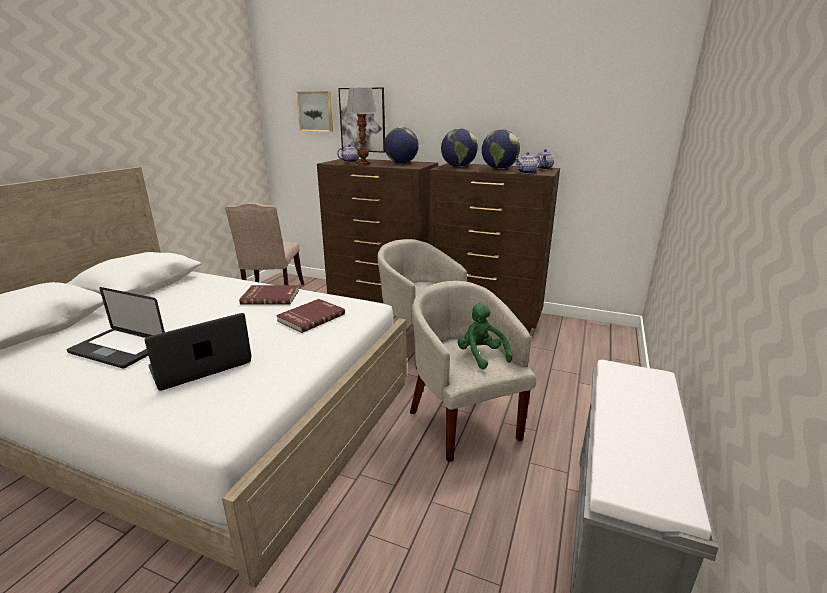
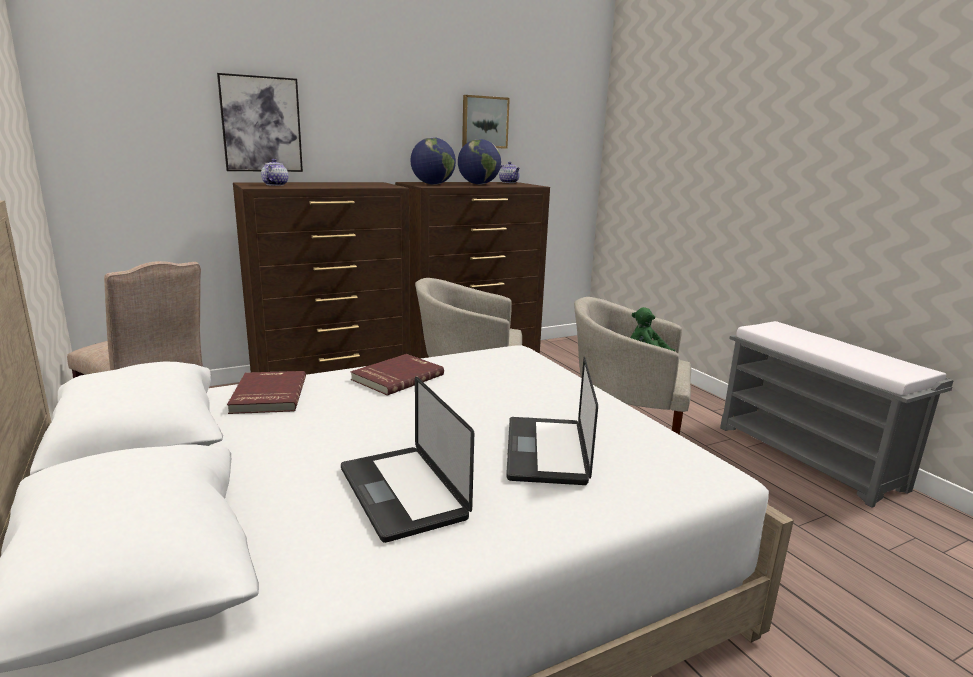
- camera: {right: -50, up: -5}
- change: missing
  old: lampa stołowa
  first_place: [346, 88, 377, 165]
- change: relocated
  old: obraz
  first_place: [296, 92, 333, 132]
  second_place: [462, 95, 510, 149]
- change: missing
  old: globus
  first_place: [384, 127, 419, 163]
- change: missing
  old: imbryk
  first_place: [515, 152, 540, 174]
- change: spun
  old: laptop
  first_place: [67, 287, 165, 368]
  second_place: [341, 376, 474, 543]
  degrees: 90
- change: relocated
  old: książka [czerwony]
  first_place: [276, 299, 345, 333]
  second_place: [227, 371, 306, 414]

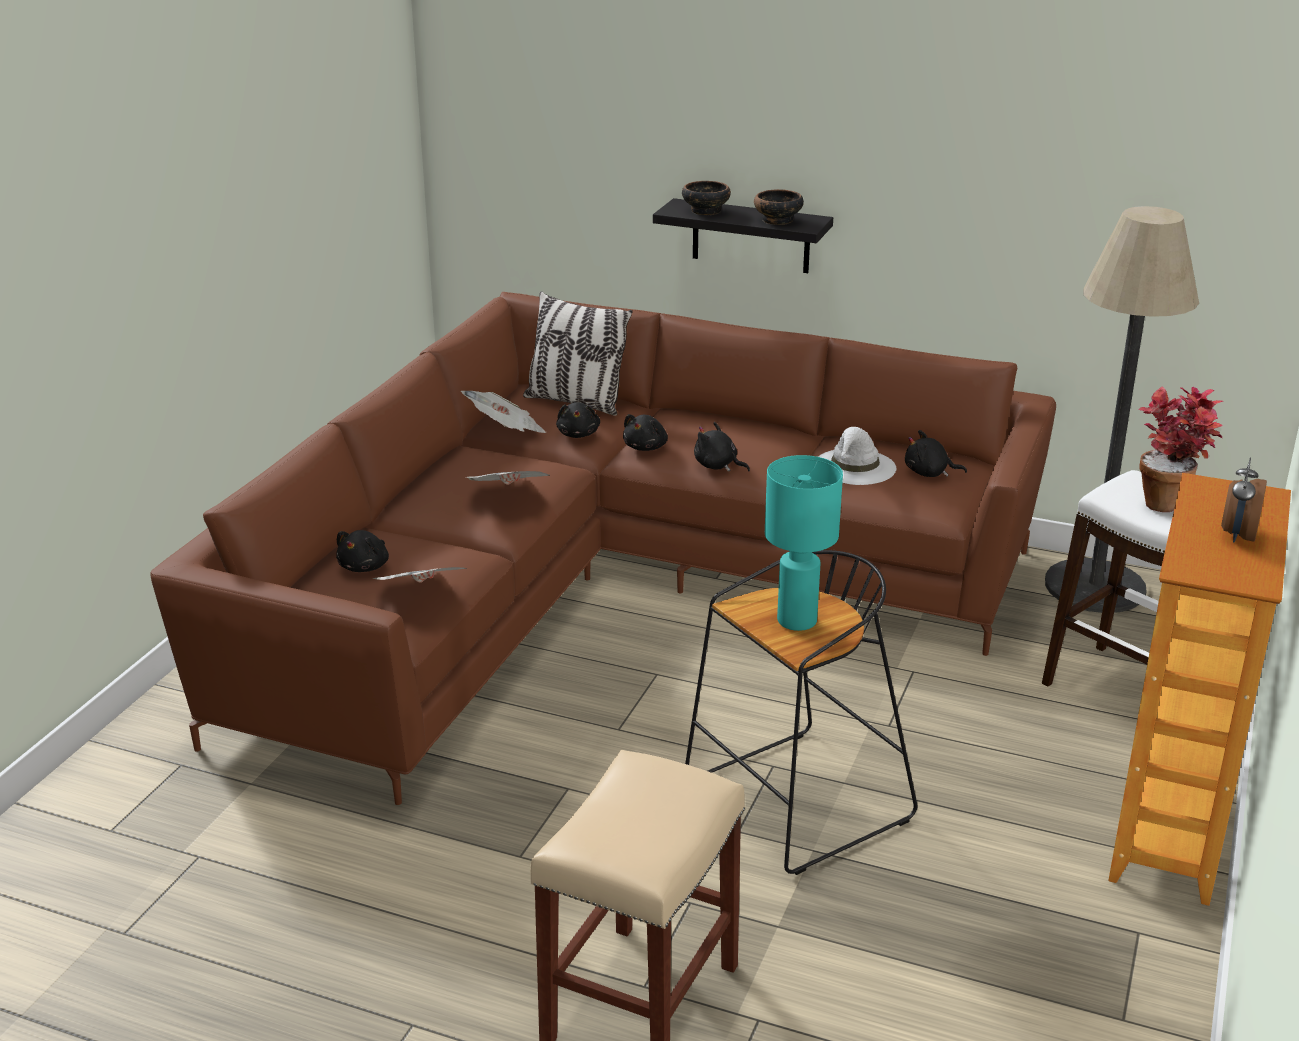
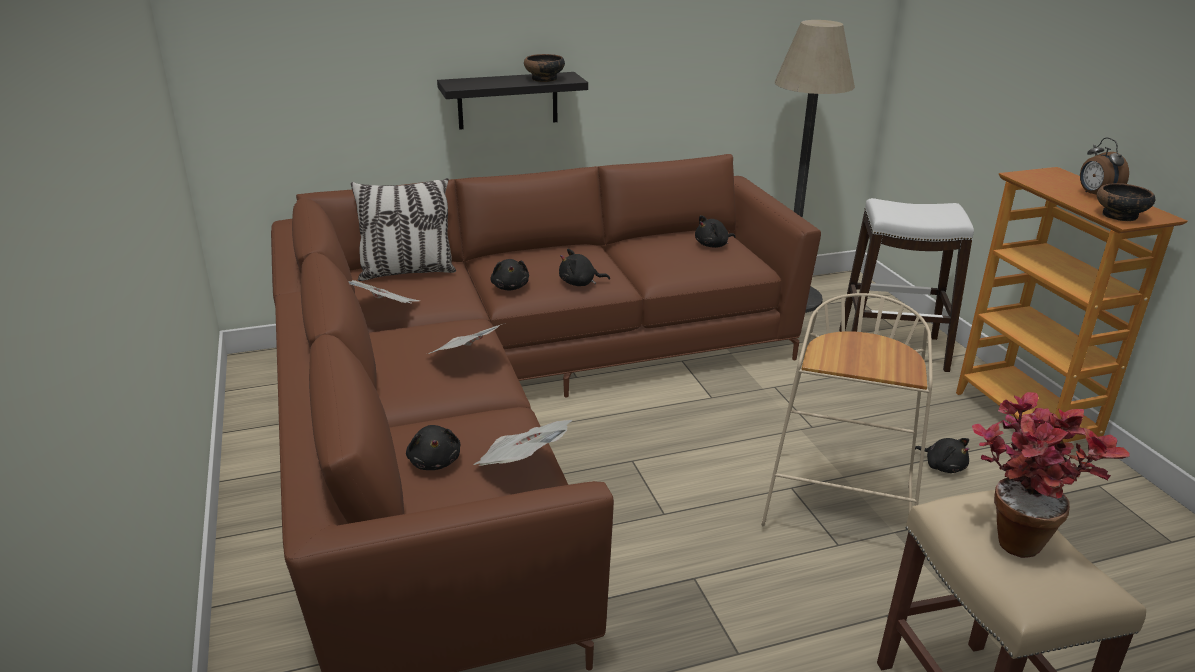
- camera: {right: -40, up: 0}
- change: relocated
  old: miska
  first_place: [682, 181, 731, 215]
  second_place: [1097, 183, 1155, 221]
- change: relocated
  old: roślina doniczkowa
  first_place: [1138, 386, 1223, 512]
  second_place: [972, 392, 1130, 558]
- change: relocated
  old: pluszak [czarny]
  first_place: [556, 402, 600, 438]
  second_place: [915, 438, 969, 473]
- change: missing
  old: kapelusz [biały]
  first_place: [818, 427, 896, 485]
- change: missing
  old: lampa stołowa [turkusowy]
  first_place: [765, 455, 843, 631]
- change: colour
  old: stołek [czarny]
  new: stołek [beżowy]
  first_place: [685, 550, 918, 875]
  second_place: [761, 293, 933, 527]

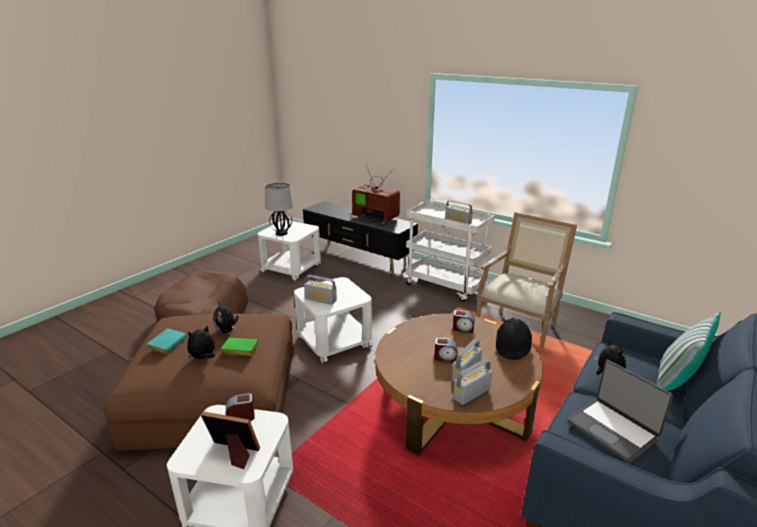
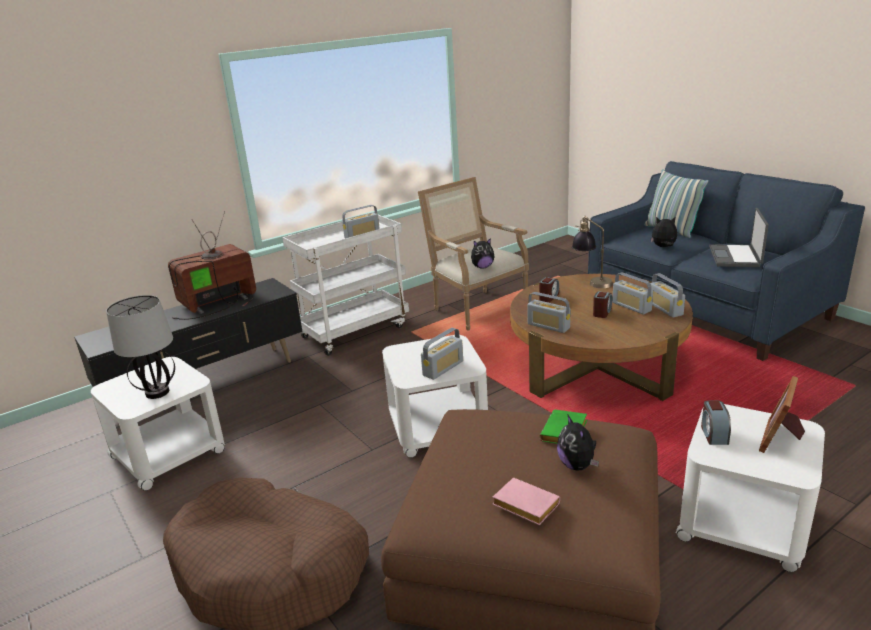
- camera: {right: -70, up: 0}
- change: relocated
  old: pluszak
  first_place: [213, 302, 238, 333]
  second_place: [471, 238, 494, 269]
- change: exchanged
  old: kapelusz [czarny]
  new: lampa stołowa
  first_place: [496, 318, 532, 361]
  second_place: [572, 216, 613, 288]
- change: colour
  old: książka [turkusowy]
  new: książka [różowy]
  first_place: [146, 328, 187, 354]
  second_place: [492, 478, 560, 525]
- change: spun
  old: laptop
  first_place: [567, 359, 673, 463]
  second_place: [709, 208, 769, 267]
  degrees: 120
- change: appeared
  new: radio
  second_place: [527, 292, 571, 333]

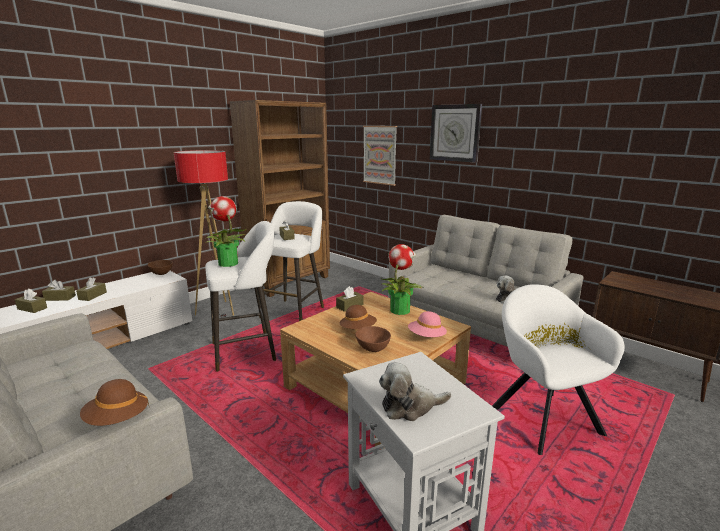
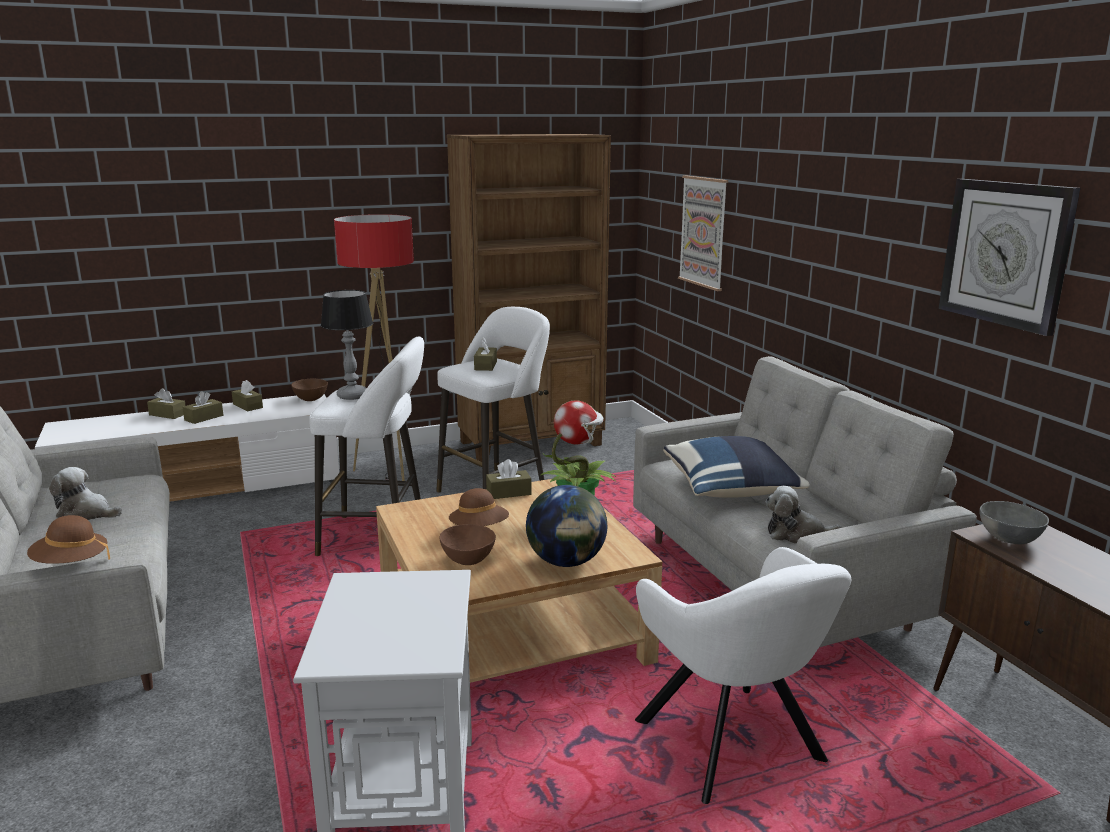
- camera: {right: 25, up: 0}
- change: relocated
  old: zegar ścienny
  first_place: [430, 104, 482, 163]
  second_place: [938, 179, 1080, 336]
- change: exchanged
  old: roślina doniczkowa
  new: lampa stołowa
  first_place: [205, 196, 246, 267]
  second_place: [321, 290, 373, 400]
- change: spun
  old: fotel [biały]
  first_place: [492, 284, 625, 455]
  second_place: [635, 547, 851, 804]
  degrees: 150
- change: relocated
  old: pudełko chusteczek [brązowy]
  first_place: [15, 289, 47, 313]
  second_place: [232, 380, 263, 411]
- change: exchanged
  old: kapelusz [różowy]
  new: globus
  first_place: [408, 311, 447, 337]
  second_place: [526, 485, 607, 567]
- change: relocated
  old: pluszak
  first_place: [379, 362, 451, 421]
  second_place: [49, 467, 122, 520]
- change: appeared
  new: poduszka [niebieski]
  second_place: [663, 436, 810, 498]
- change: appeared
  new: miska [szary]
  second_place: [980, 501, 1049, 544]

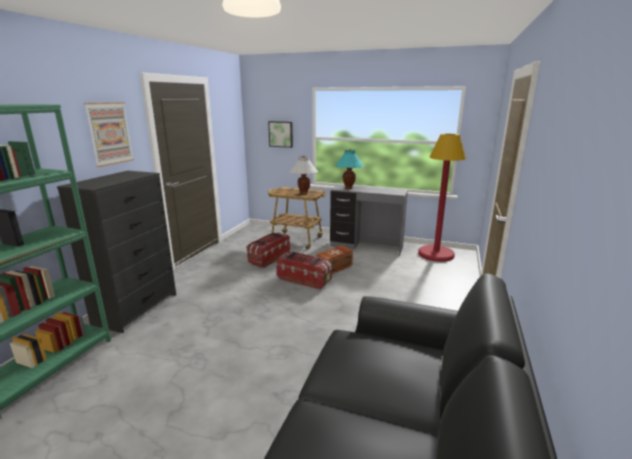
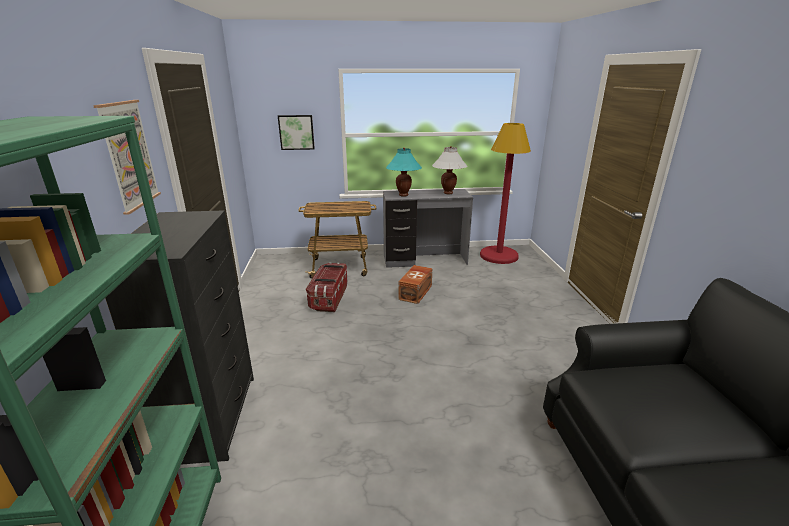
- camera: {right: -25, up: 5}
- change: relocated
  old: lampa stołowa [biały]
  first_place: [290, 156, 318, 195]
  second_place: [432, 146, 467, 194]
- change: missing
  old: pojemnik do przechowywania
  first_place: [276, 252, 332, 290]

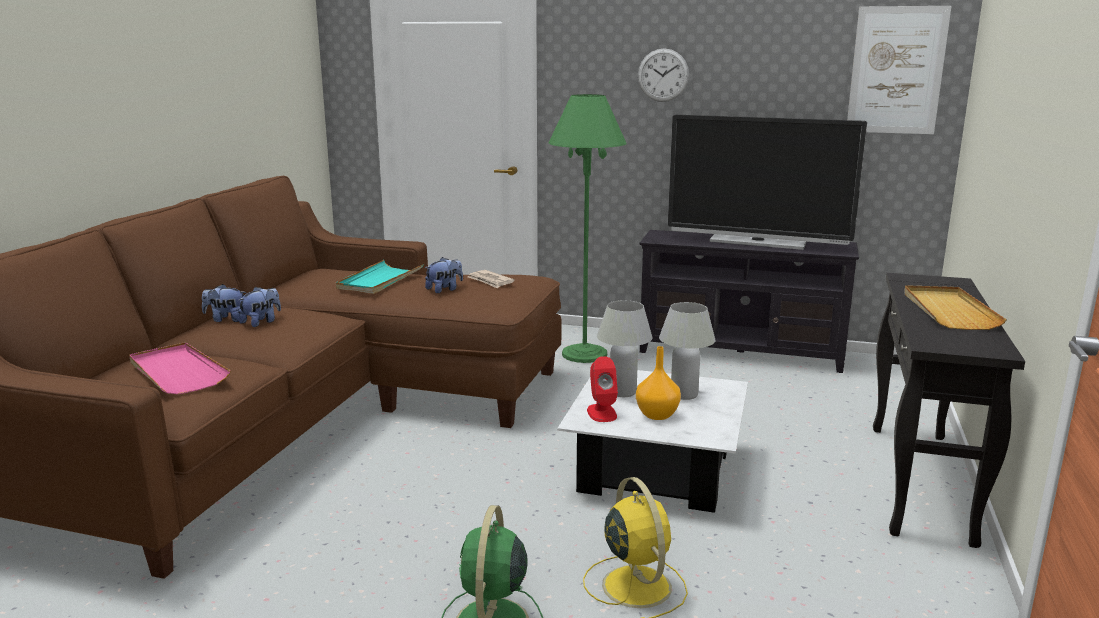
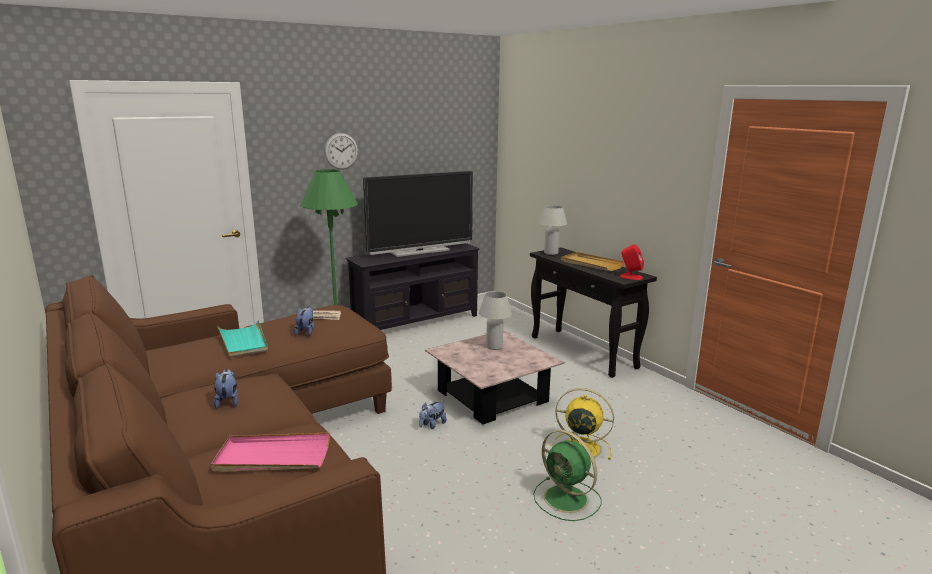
- camera: {right: -50, up: 0}
- change: missing
  old: obraz
  first_place: [847, 6, 951, 134]
- change: relocated
  old: pluszak
  first_place: [202, 284, 247, 322]
  second_place: [419, 401, 446, 429]
- change: relocated
  old: lampa stołowa [biały]
  first_place: [597, 300, 652, 397]
  second_place: [539, 205, 567, 255]
- change: missing
  old: wazon [pomarańczowy]
  first_place: [636, 346, 681, 420]
- change: relocated
  old: głośnik [czerwony]
  first_place: [587, 356, 618, 422]
  second_place: [620, 244, 644, 280]
- change: colour
  old: ława [biały]
  new: ława [różowy]
  first_place: [557, 370, 748, 513]
  second_place: [425, 330, 565, 424]

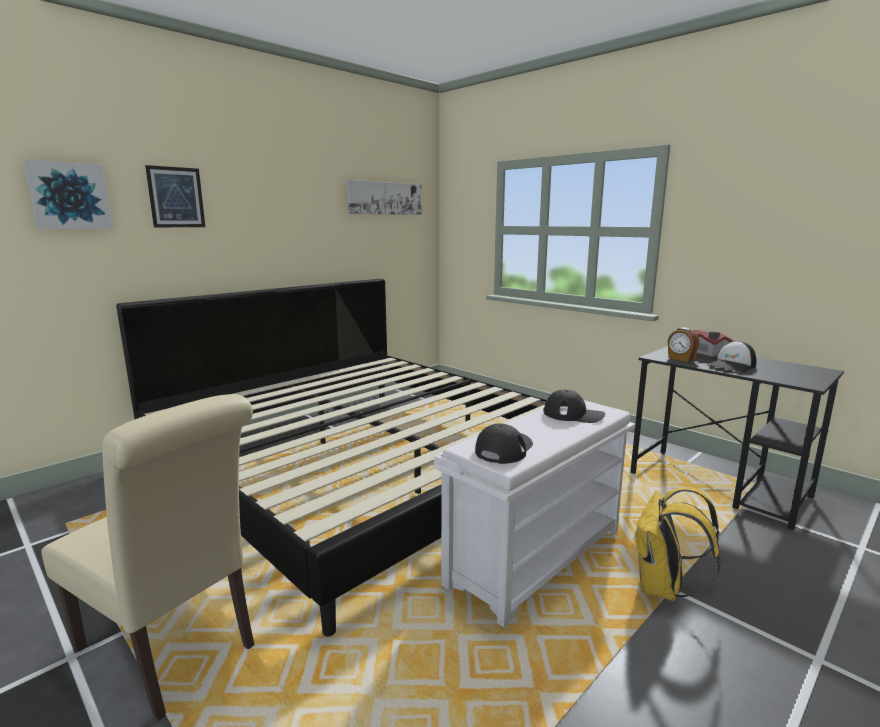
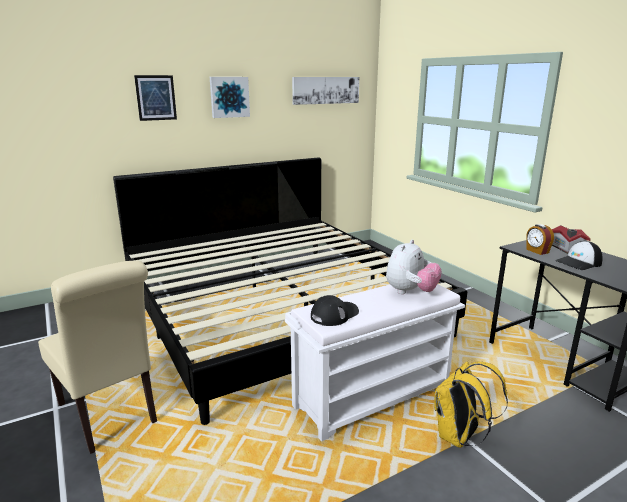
- camera: {right: 15, up: 5}
- change: relocated
  old: obraz
  first_place: [24, 160, 112, 229]
  second_place: [210, 77, 250, 118]
- change: exchanged
  old: czapka z daszkiem [czarny]
  new: pluszak
  first_place: [543, 390, 605, 423]
  second_place: [386, 239, 442, 294]

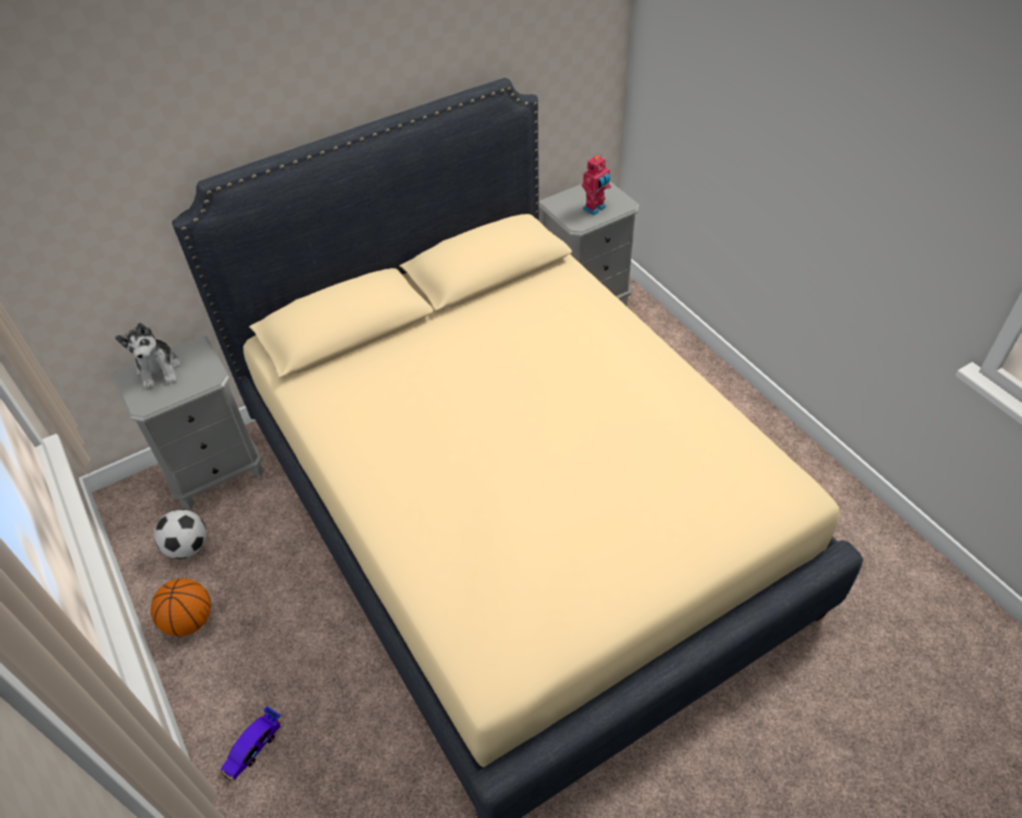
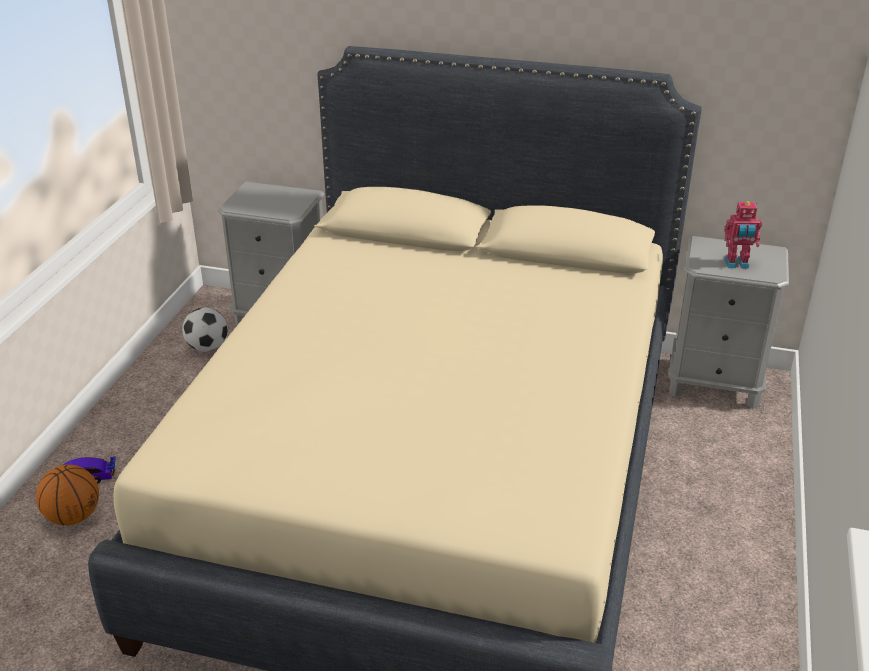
- camera: {right: 45, up: -15}
- change: missing
  old: pluszak
  first_place: [115, 323, 181, 389]
- change: relocated
  old: piłka do koszykówki
  first_place: [151, 578, 211, 636]
  second_place: [36, 465, 99, 525]

